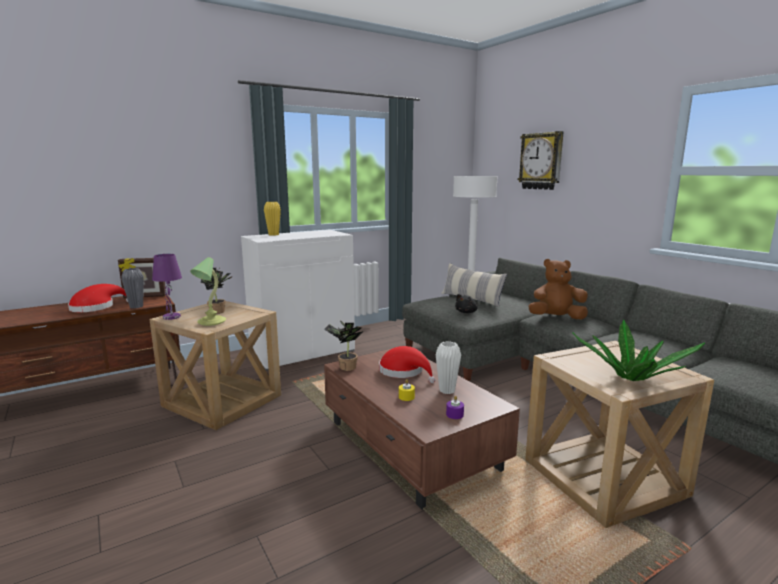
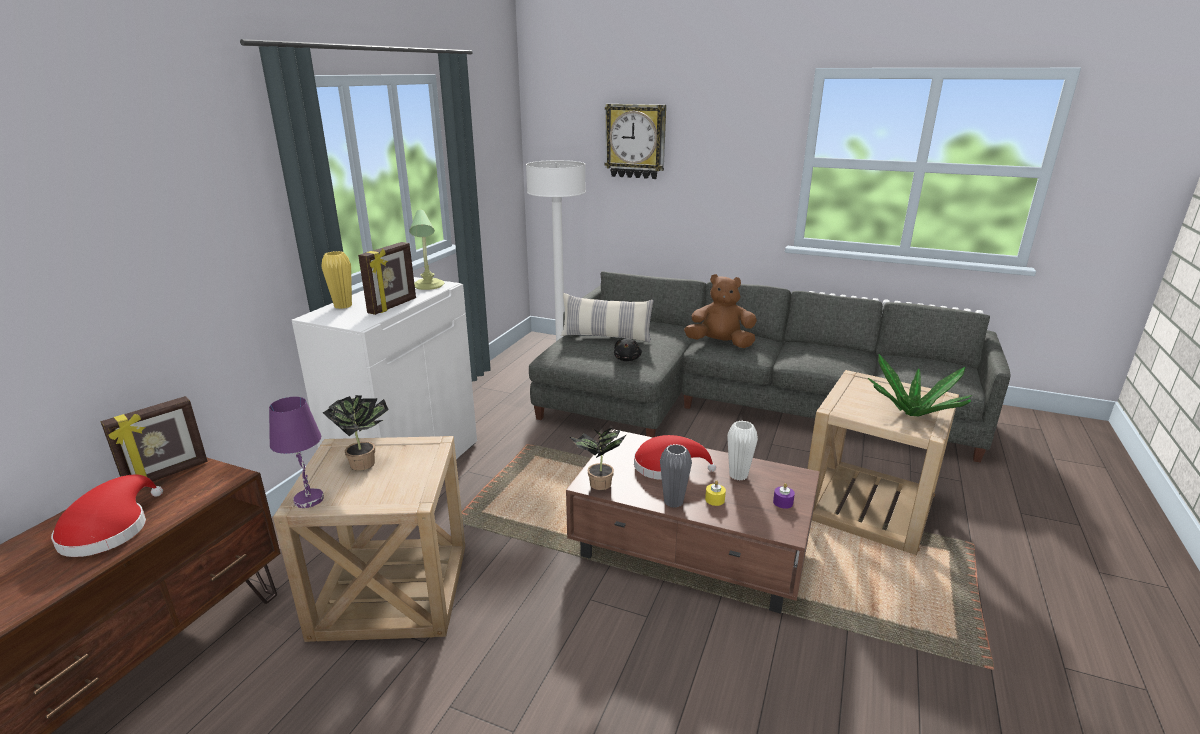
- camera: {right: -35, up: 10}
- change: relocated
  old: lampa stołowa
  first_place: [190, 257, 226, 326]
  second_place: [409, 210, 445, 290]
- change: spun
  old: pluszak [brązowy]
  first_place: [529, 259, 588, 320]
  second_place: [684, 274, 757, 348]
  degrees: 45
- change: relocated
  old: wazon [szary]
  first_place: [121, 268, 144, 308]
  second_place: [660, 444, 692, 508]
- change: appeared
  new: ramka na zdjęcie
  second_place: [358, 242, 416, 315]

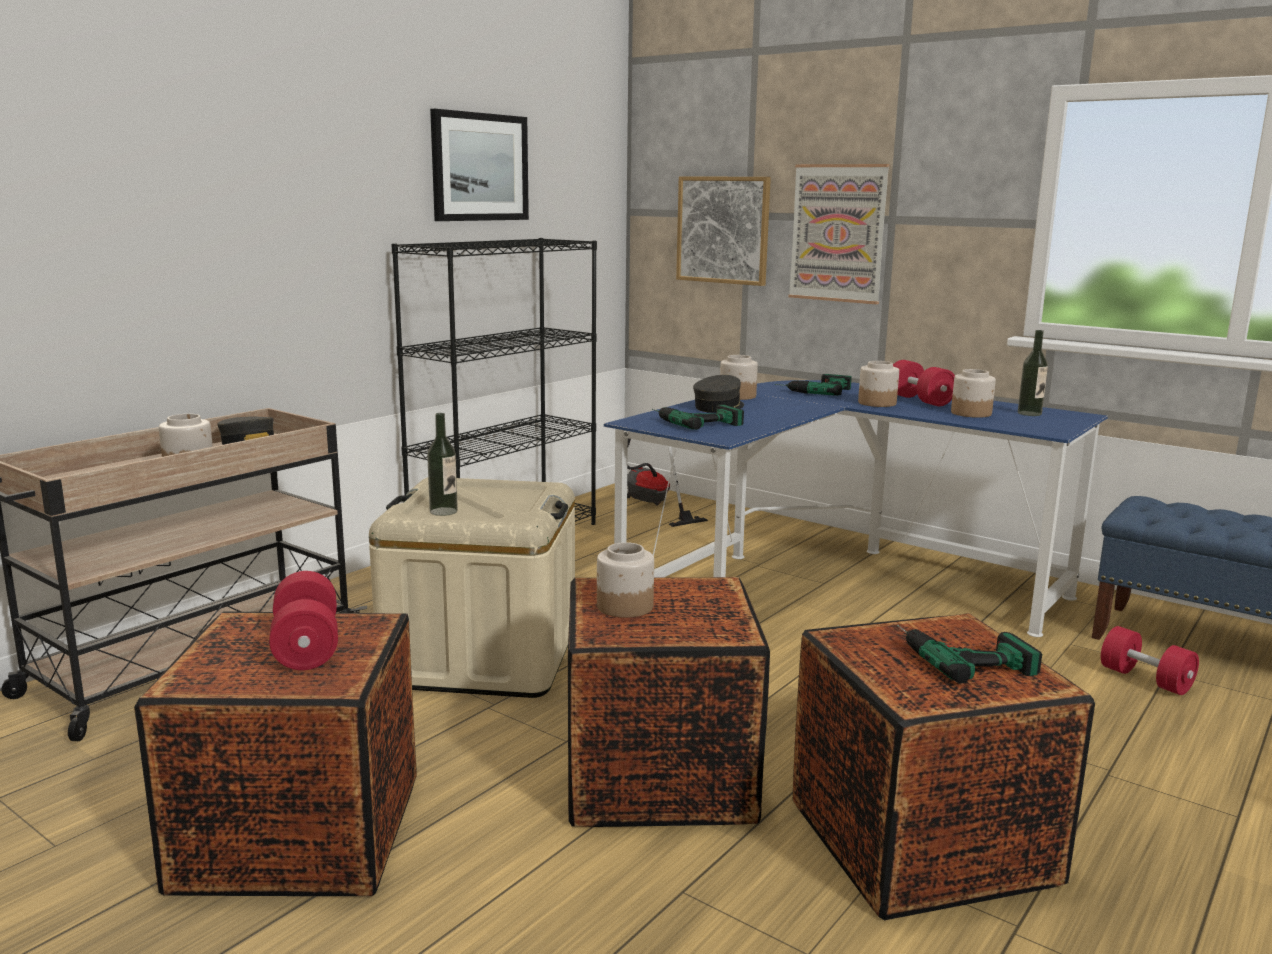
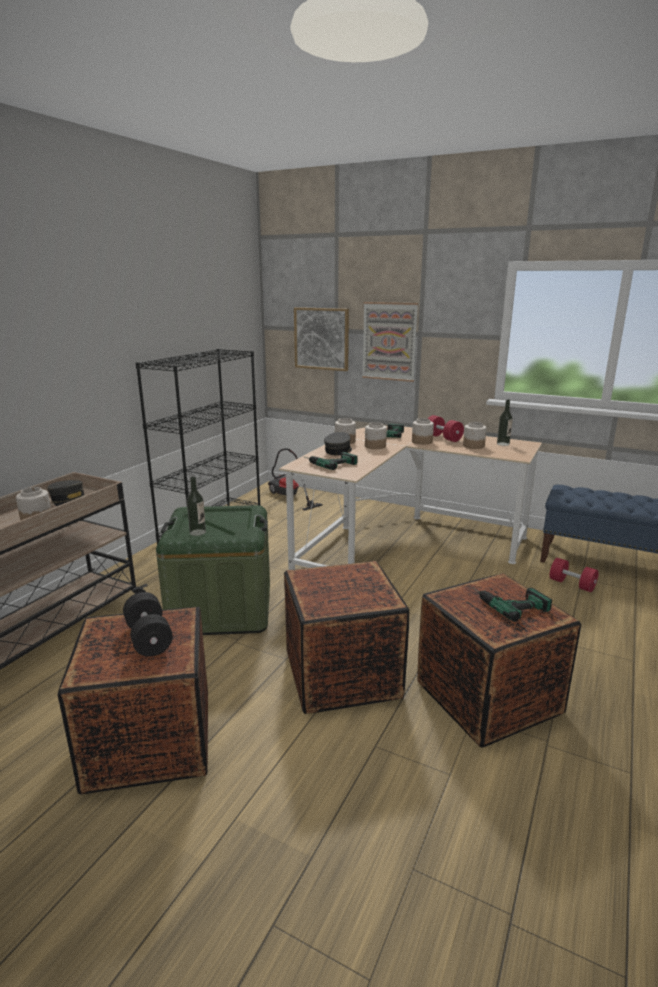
- camera: {right: -10, up: 5}
- change: missing
  old: obraz
  first_place: [430, 109, 529, 221]
- change: colour
  old: biurko [niebieski]
  new: biurko [beżowy]
  first_place: [604, 380, 1108, 637]
  second_place: [279, 426, 542, 570]
- change: colour
  old: pojemnik do przechowywania [beżowy]
  new: pojemnik do przechowywania [zielony]
  first_place: [369, 478, 575, 698]
  second_place: [156, 505, 270, 635]
- change: relocated
  old: słoik
  first_place: [597, 542, 654, 618]
  second_place: [365, 422, 387, 449]
- change: colour
  old: hantel [czerwony]
  new: hantel [czarny]
  first_place: [269, 571, 338, 670]
  second_place: [123, 592, 173, 657]

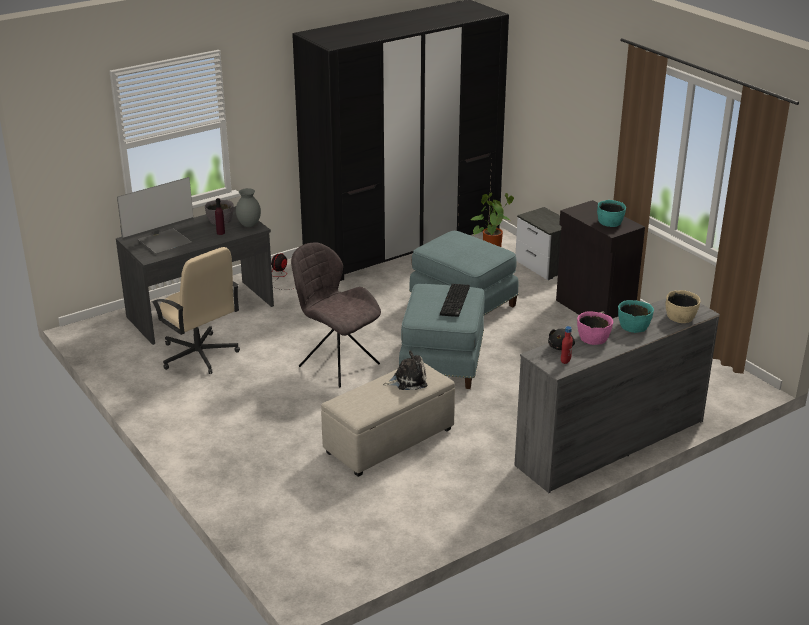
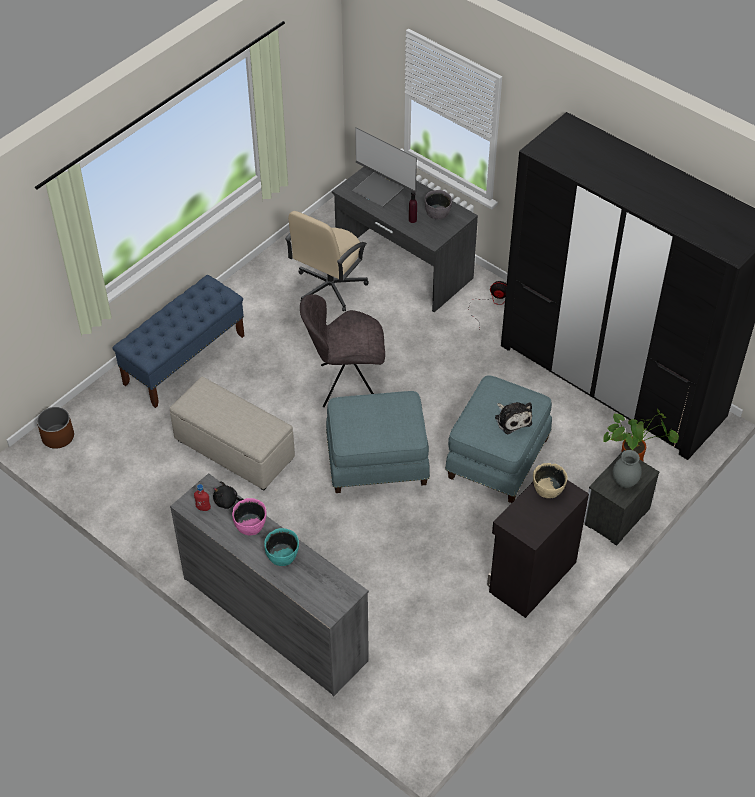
- camera: {right: 75, up: 20}
- change: relocated
  old: wazon [szary]
  first_place: [236, 188, 261, 227]
  second_place: [613, 450, 642, 488]
- change: missing
  old: miska [turkusowy]
  first_place: [597, 200, 626, 227]
- change: spun
  old: krzesło [szary]
  first_place: [291, 242, 381, 388]
  second_place: [300, 294, 385, 407]
  degrees: -120
- change: missing
  old: klawiatura
  first_place: [440, 284, 470, 317]
- change: relocated
  old: miska [beżowy]
  first_place: [665, 290, 700, 323]
  second_place: [533, 463, 568, 498]
- change: relocated
  old: pluszak
  first_place: [383, 351, 427, 390]
  second_place: [495, 402, 532, 434]
- change: appeared
  new: ławka [niebieski]
  second_place: [112, 275, 244, 408]
- change: appeared
  new: donica [brązowy]
  second_place: [37, 407, 74, 449]

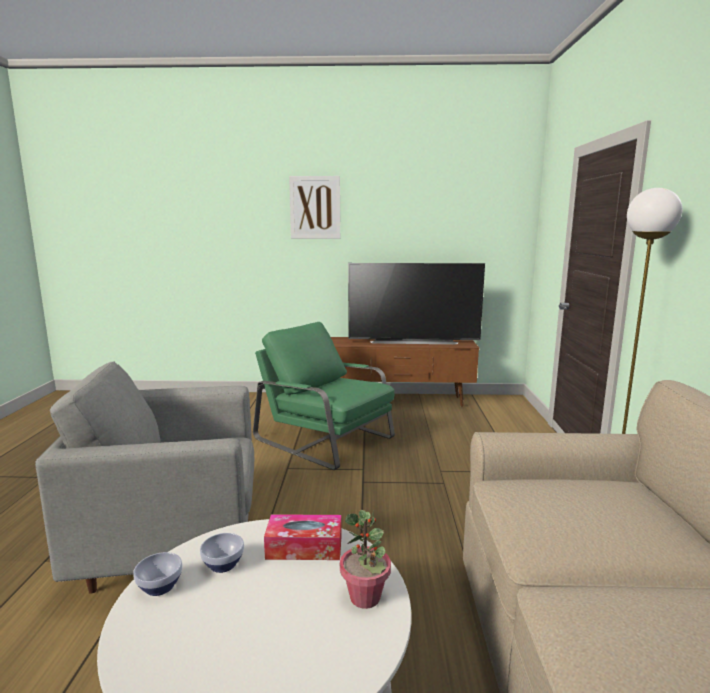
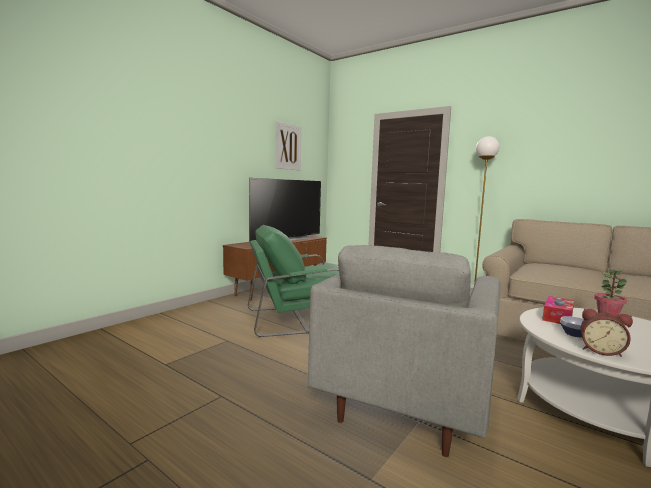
- camera: {right: -55, up: -5}
- change: relocated
  old: obraz
  first_place: [289, 176, 340, 239]
  second_place: [275, 121, 302, 170]
- change: exchanged
  old: miska
  new: budzik
  first_place: [133, 552, 182, 596]
  second_place: [581, 308, 633, 357]

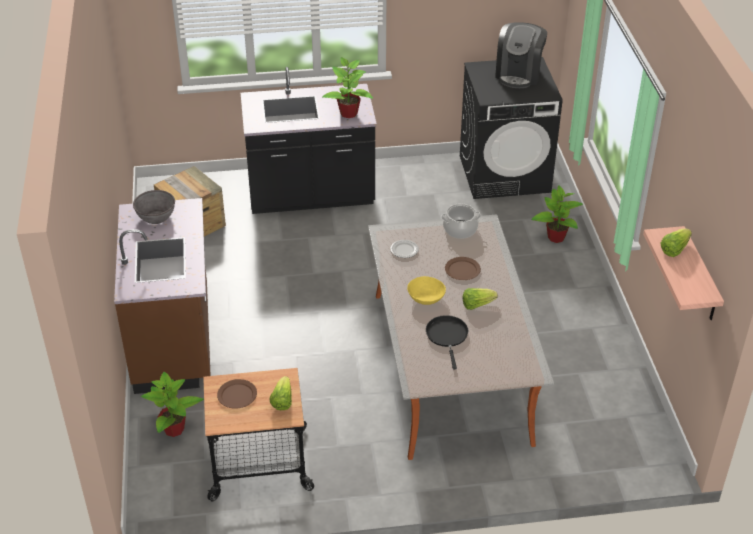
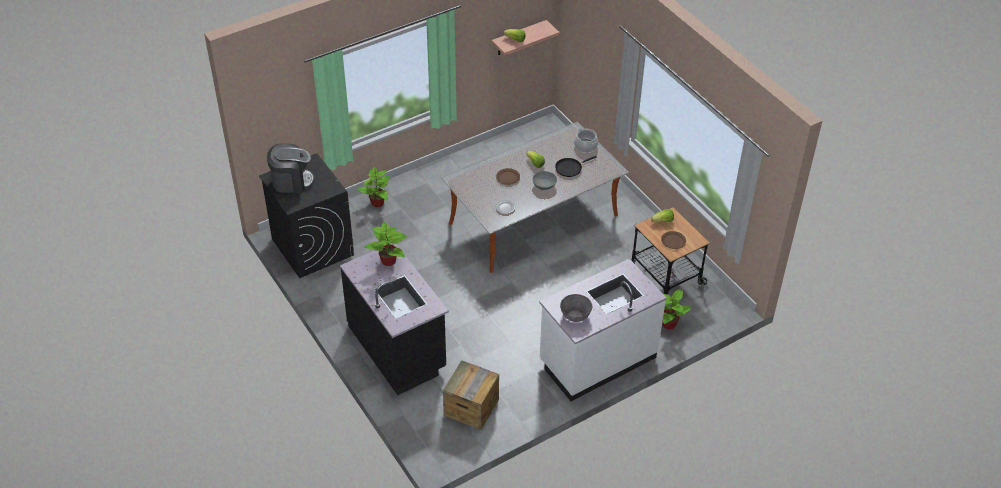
- camera: {right: -115, up: 5}
- change: colour
  old: zabudowa kuchenna [brązowy]
  new: zabudowa kuchenna [biały]
  first_place: [114, 198, 211, 394]
  second_place: [539, 259, 667, 401]
- change: relocated
  old: garnek
  first_place: [441, 204, 481, 239]
  second_place: [574, 129, 598, 153]
- change: colour
  old: miska [żółty]
  new: miska [szary]
  first_place: [407, 276, 446, 305]
  second_place: [533, 171, 557, 190]

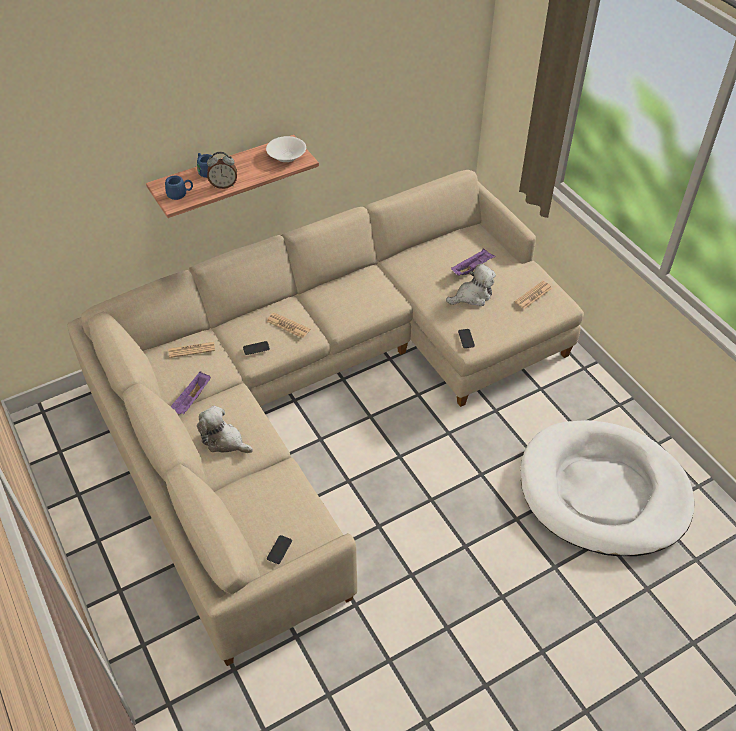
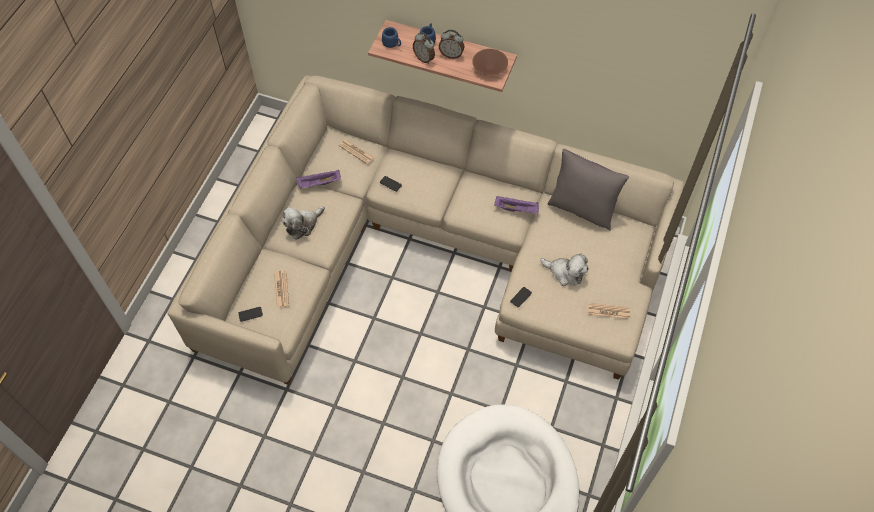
- camera: {right: 50, up: 10}
- change: colour
  old: miska [biały]
  new: miska [brązowy]
  first_place: [266, 136, 306, 162]
  second_place: [472, 49, 508, 76]
- change: relocated
  old: taca [fioletowy]
  first_place: [451, 249, 495, 276]
  second_place: [494, 196, 539, 215]
- change: relocated
  old: gazeta
  first_place: [267, 312, 311, 338]
  second_place: [274, 270, 289, 308]
- change: spun
  old: pluszak
  first_place: [197, 406, 253, 453]
  second_place: [283, 206, 325, 240]
  degrees: -120
- change: appeared
  new: budzik
  second_place: [439, 30, 464, 59]
- change: appeared
  new: poduszka [szary]
  second_place: [548, 148, 629, 231]

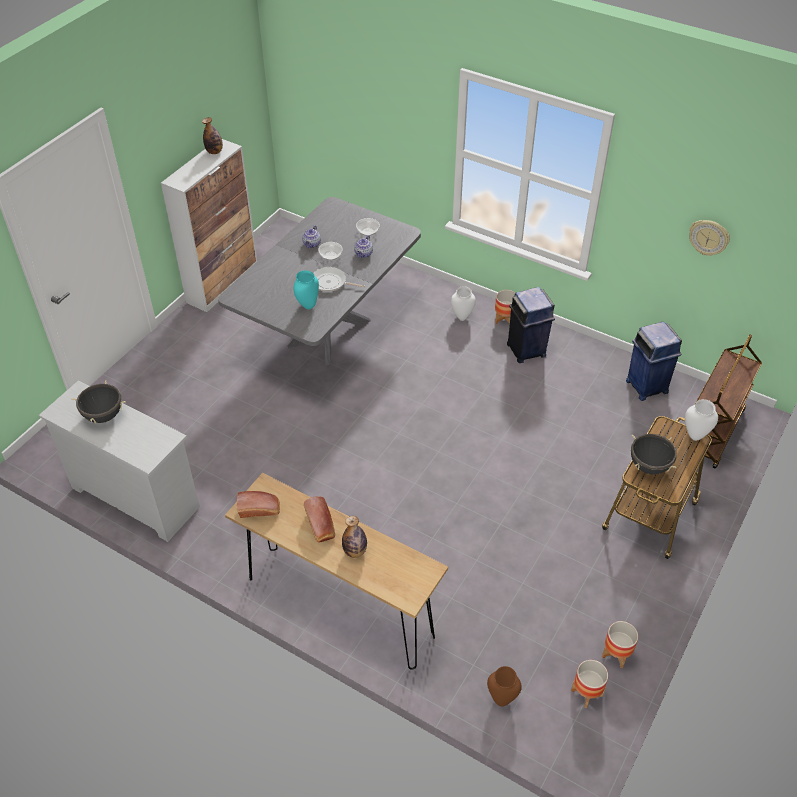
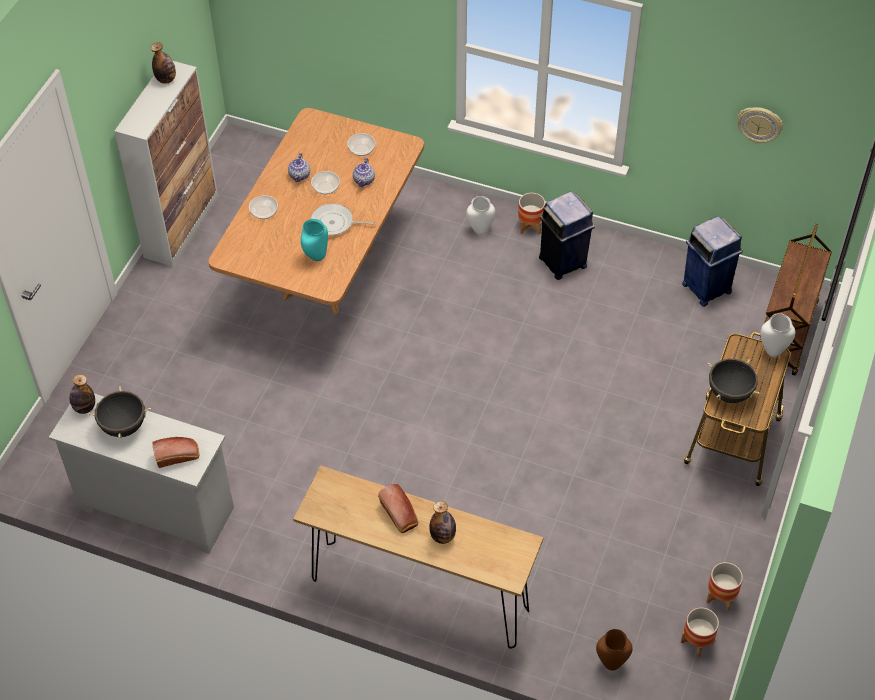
- camera: {right: -10, up: 5}
- change: colour
  old: stół jadalny [szary]
  new: stół jadalny [brązowy]
  first_place: [218, 197, 421, 365]
  second_place: [208, 108, 424, 315]
- change: relocated
  old: chleb
  first_place: [237, 491, 280, 518]
  second_place: [152, 437, 199, 468]
- change: appeared
  new: miska
  second_place: [249, 195, 278, 219]
- change: appeared
  new: butelka
  second_place: [70, 374, 95, 414]

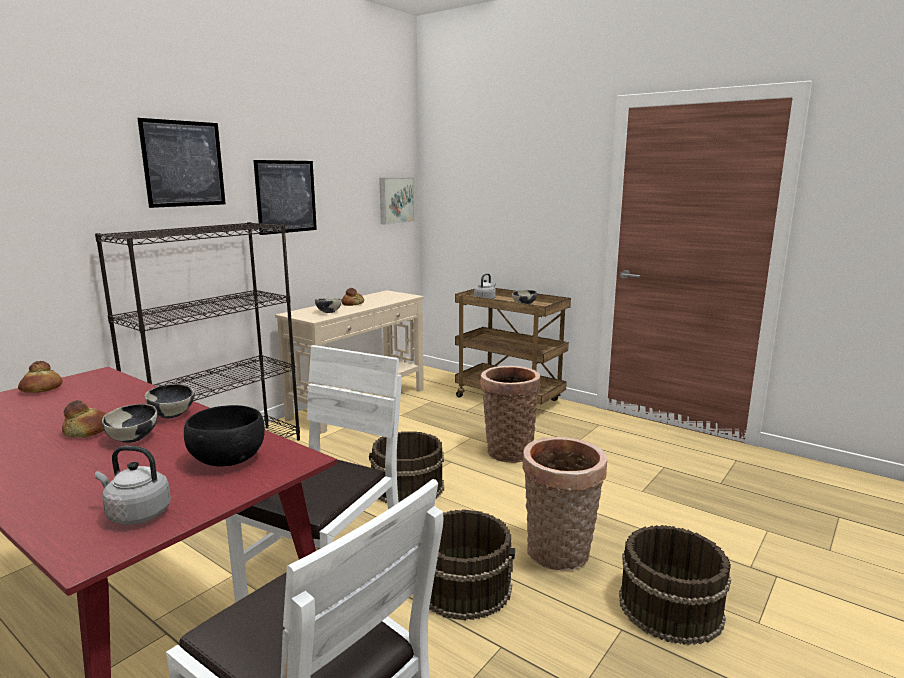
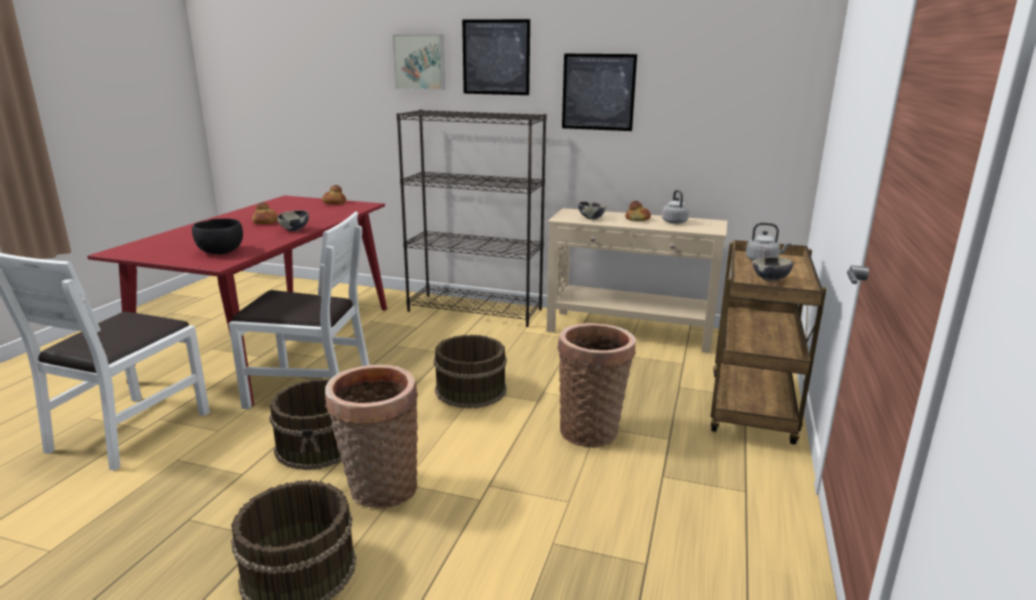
- camera: {right: 70, up: 5}
- change: relocated
  old: obraz
  first_place: [379, 178, 415, 225]
  second_place: [393, 34, 445, 90]
- change: missing
  old: miska
  first_place: [102, 404, 158, 443]
- change: relocated
  old: czajnik [szary]
  first_place: [95, 446, 171, 525]
  second_place: [662, 190, 689, 224]

